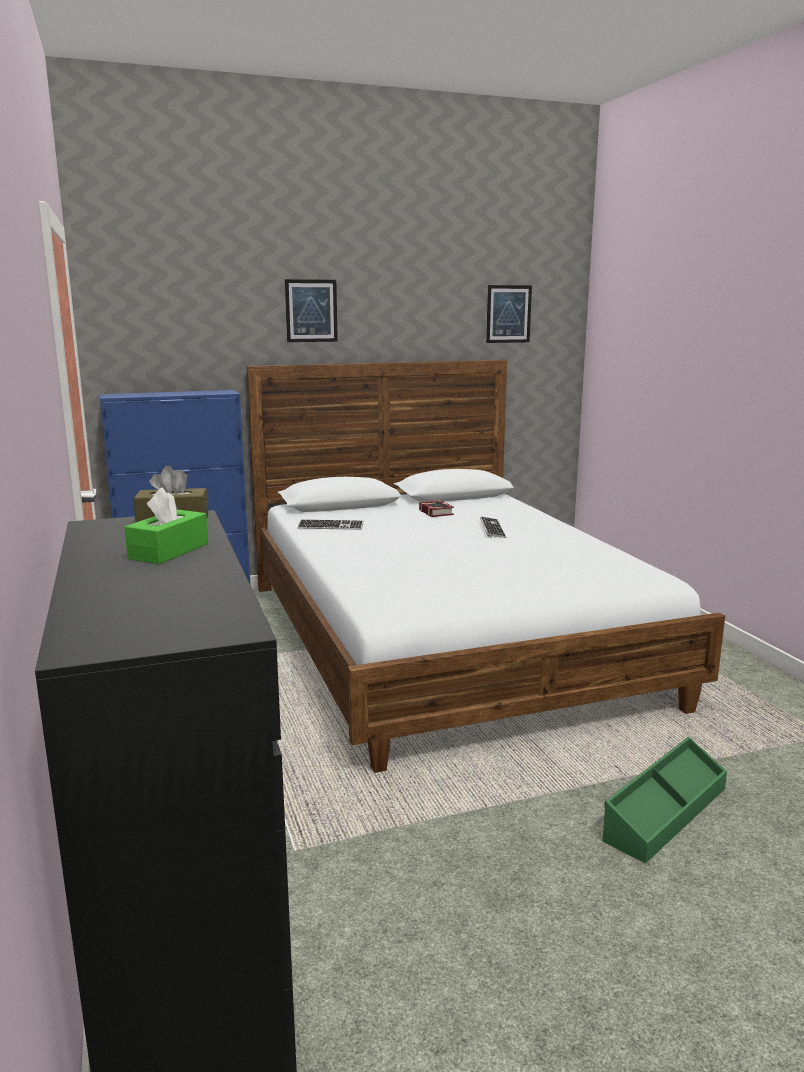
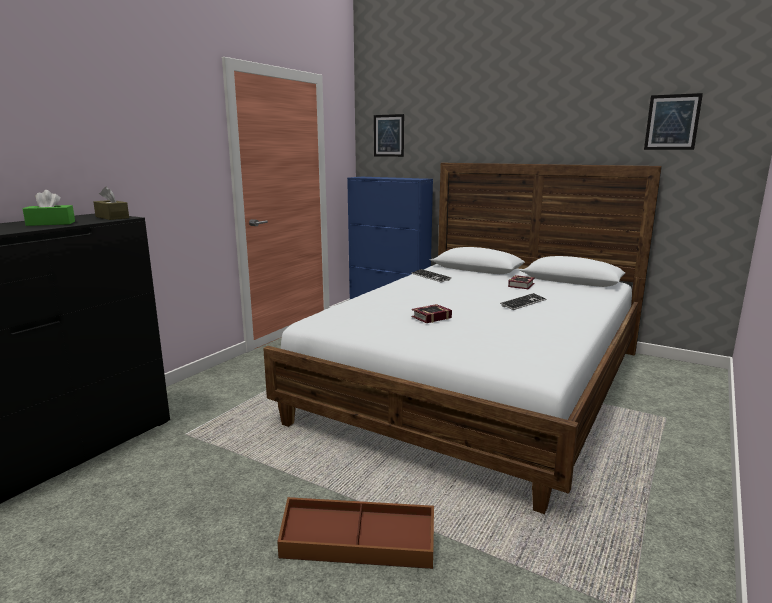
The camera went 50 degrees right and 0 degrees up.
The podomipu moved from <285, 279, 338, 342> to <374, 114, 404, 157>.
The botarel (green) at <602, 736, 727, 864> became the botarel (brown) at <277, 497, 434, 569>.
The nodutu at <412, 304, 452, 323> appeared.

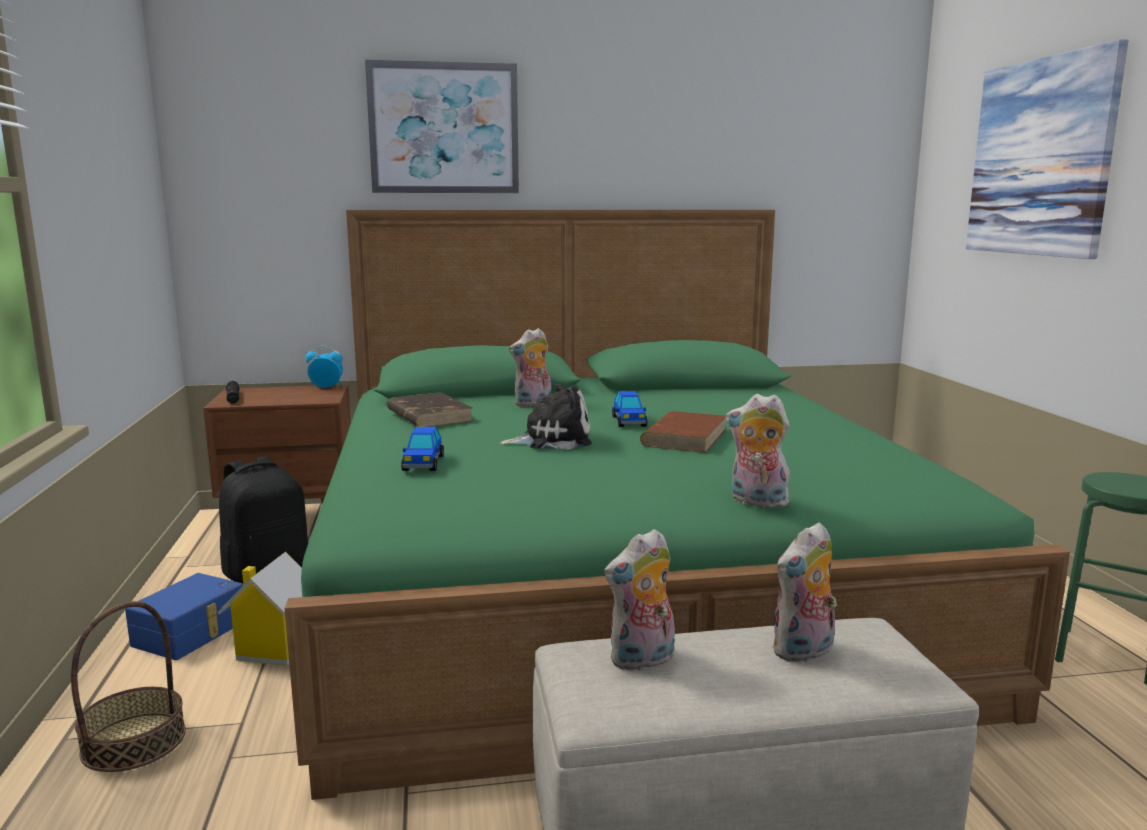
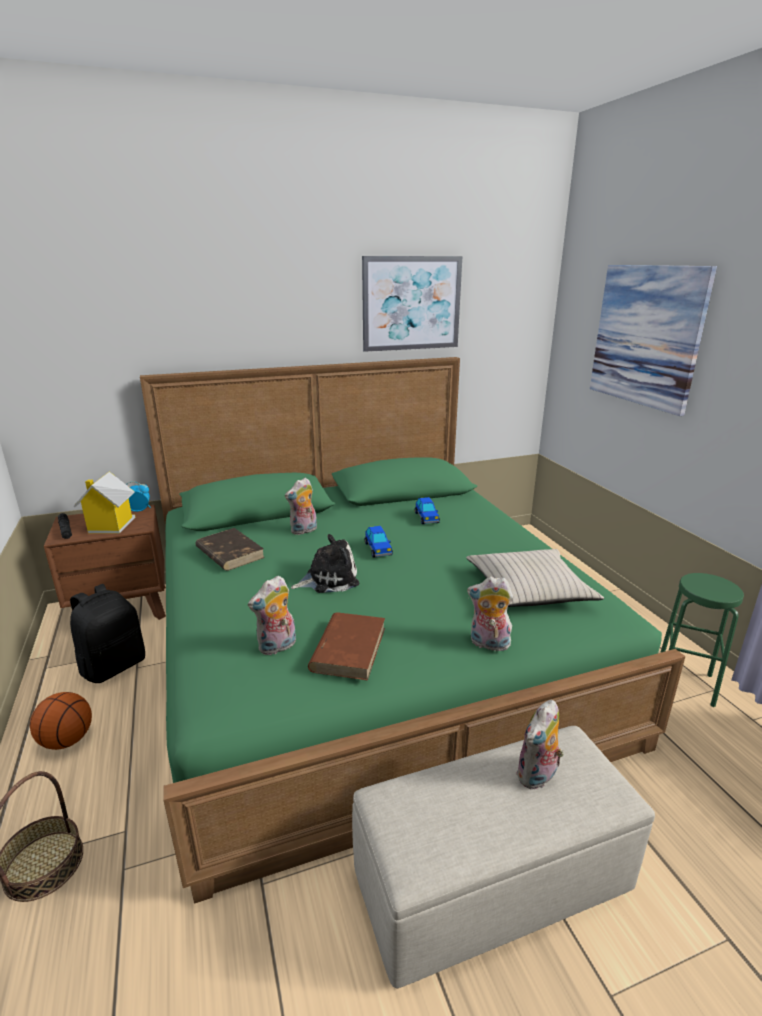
The camera went 10 degrees left and 10 degrees up.
The botarel (blue) at <125, 573, 243, 660> was replaced by the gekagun at <30, 692, 92, 750>.
The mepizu moved from <217, 552, 302, 666> to <73, 472, 135, 534>.
The podomipu moved from <365, 60, 519, 193> to <362, 256, 462, 352>.
The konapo moved from <401, 427, 444, 471> to <415, 497, 440, 524>.
The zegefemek moved from <604, 529, 675, 671> to <248, 576, 296, 655>.
The nodutu (brown) moved from <640, 411, 726, 453> to <308, 612, 385, 681>.
The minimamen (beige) at <466, 549, 604, 607> appeared.

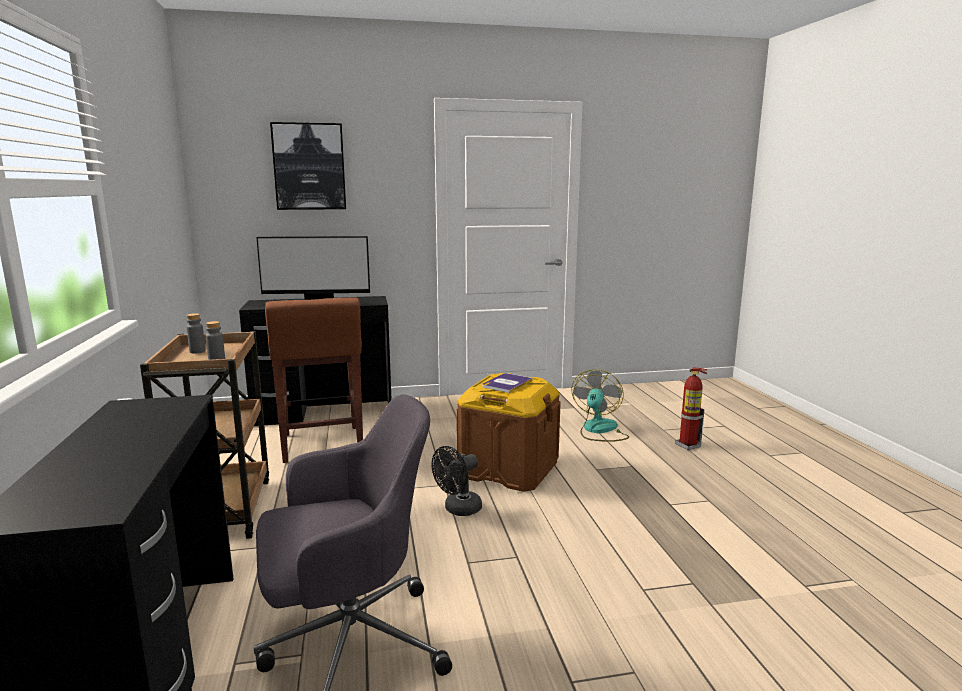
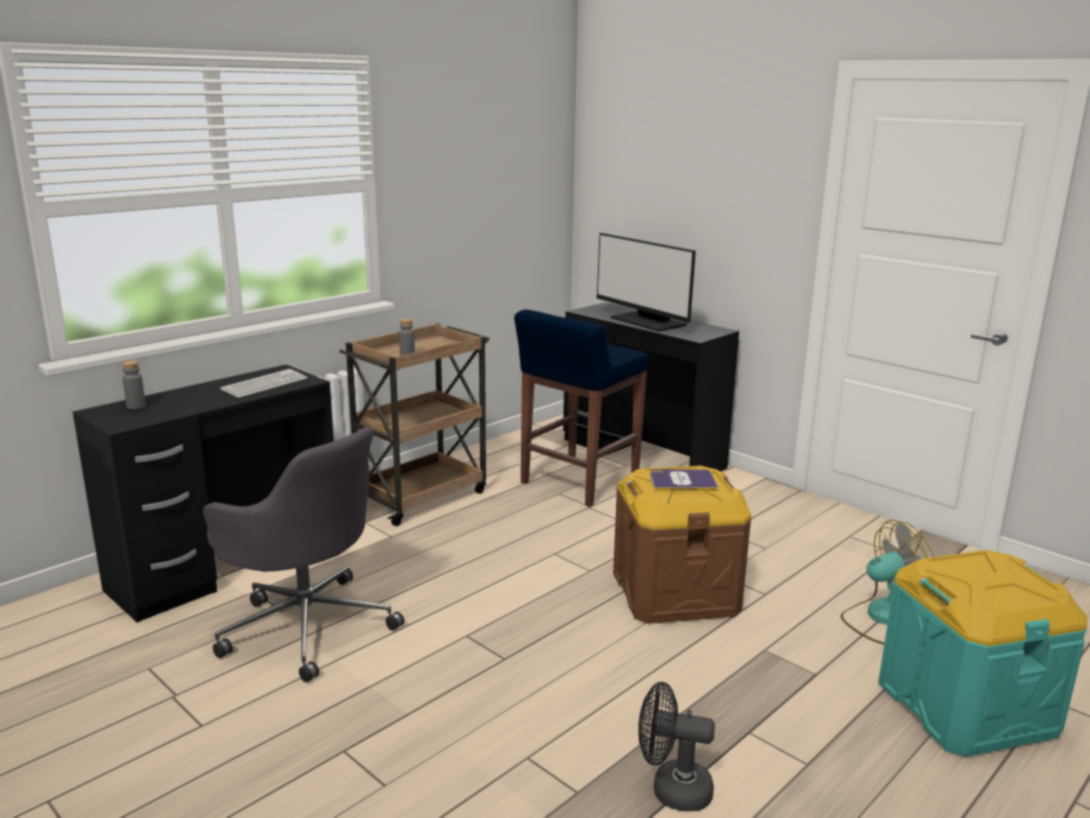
The camera went 55 degrees right and 5 degrees up.
The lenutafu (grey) moved from <186, 313, 206, 353> to <122, 361, 146, 409>.
The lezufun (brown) at <265, 297, 363, 463> became the lezufun (blue) at <514, 310, 649, 507>.
The podomipu at <270, 122, 346, 210> disappeared.
The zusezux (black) moved from <431, 446, 482, 516> to <638, 682, 715, 812>.
The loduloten at <675, 368, 707, 450> was replaced by the botarel (turquoise) at <878, 550, 1087, 757>.
The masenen at <220, 369, 308, 398> appeared.

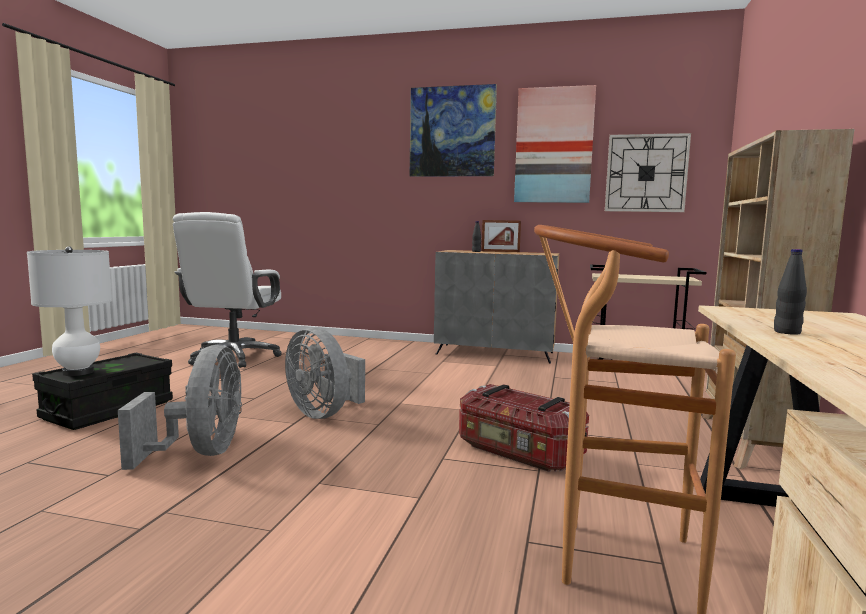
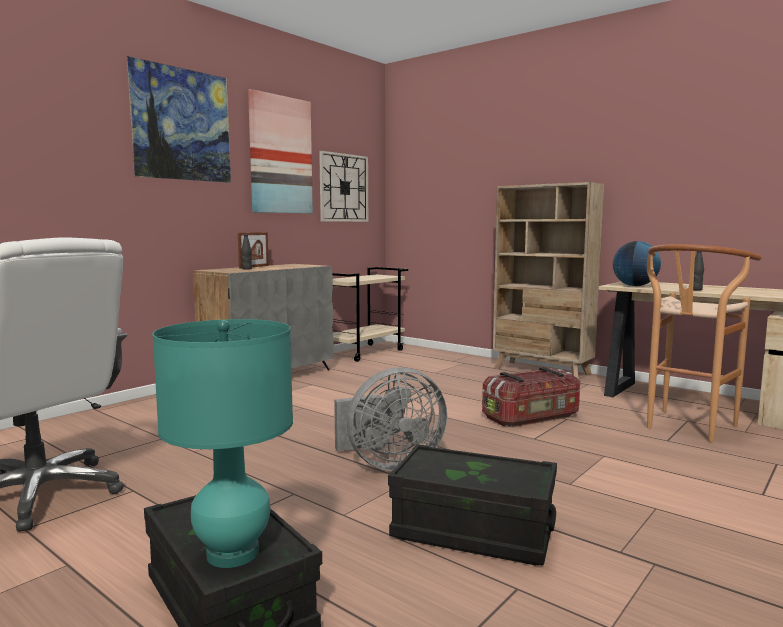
The camera went 65 degrees left and 0 degrees up.
The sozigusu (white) at <27, 246, 112, 376> became the sozigusu (turquoise) at <153, 319, 293, 568>.
The zusezux (grey) at <118, 345, 242, 470> was replaced by the botarel (black) at <388, 444, 557, 565>.
The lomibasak at <613, 241, 661, 286> appeared.

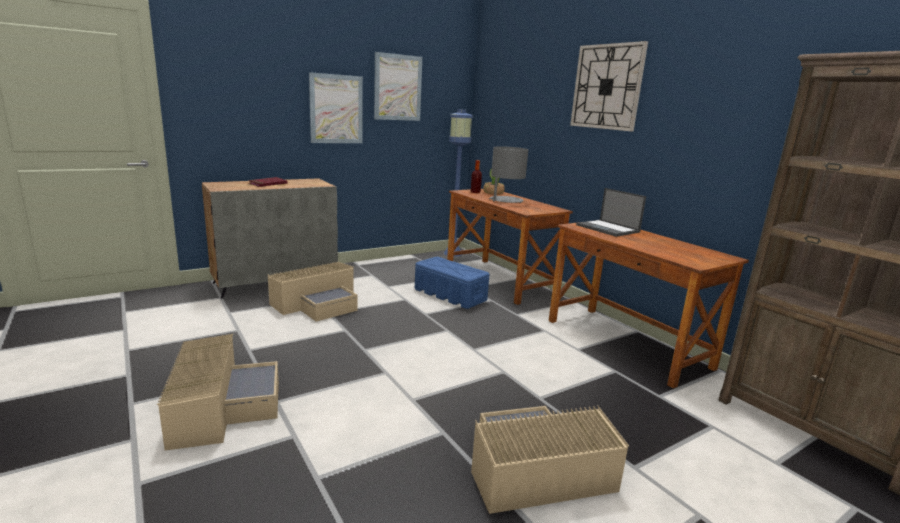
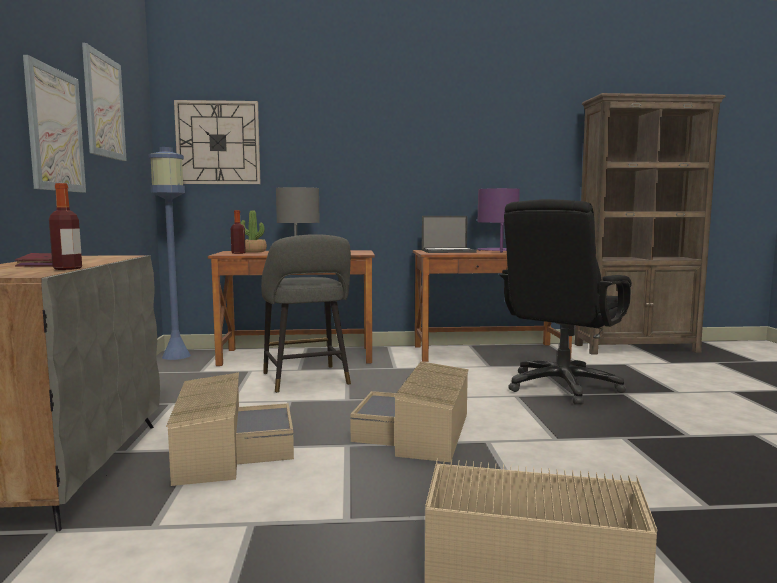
The camera went 60 degrees left and 10 degrees down.
The botarel (blue) at <415, 257, 490, 309> was replaced by the lezufun (grey) at <261, 234, 351, 393>.
The botarel (beige) moved from <471, 406, 629, 514> to <350, 361, 469, 462>.
The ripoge moved from <570, 41, 648, 132> to <174, 100, 261, 184>.
The lenutafu at <49, 183, 82, 270> appeared.
The sozigusu (purple) at <477, 188, 520, 252> appeared.
The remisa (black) at <499, 199, 632, 405> appeared.

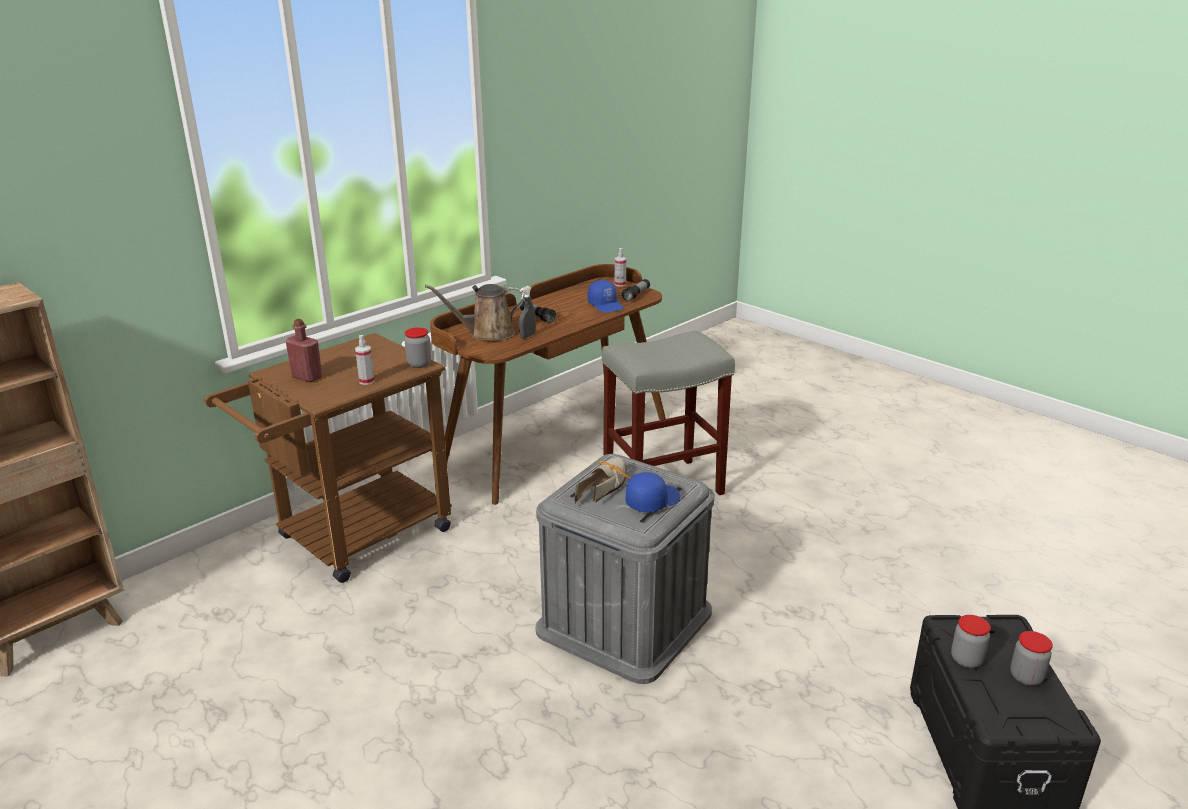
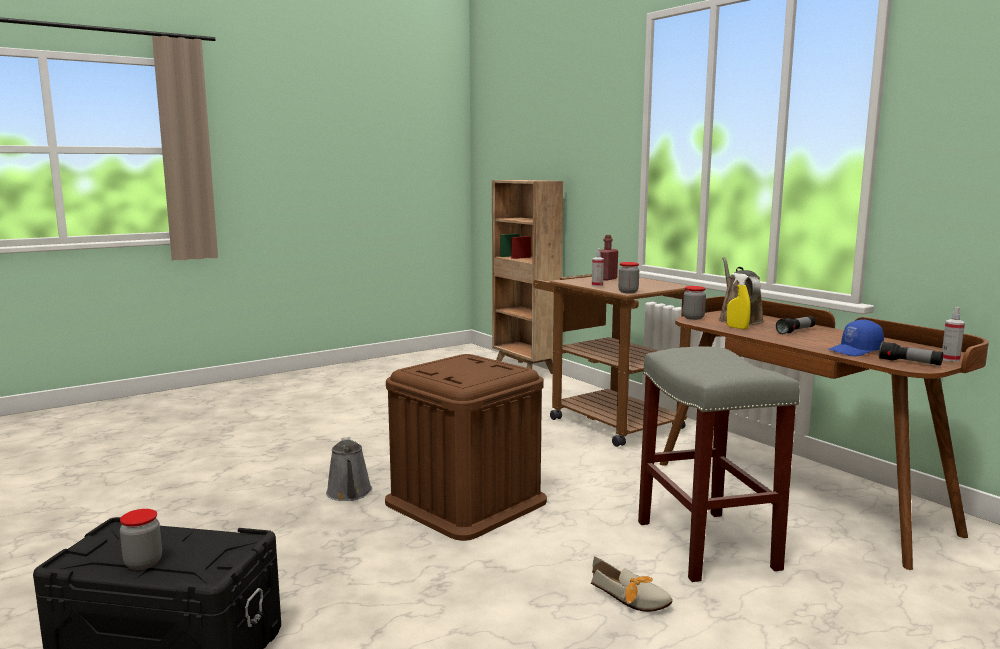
The camera went 100 degrees right and 15 degrees down.
The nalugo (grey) at <519, 286, 536, 339> became the nalugo (yellow) at <727, 273, 751, 329>.
The botarel (grey) at <535, 454, 714, 684> became the botarel (brown) at <385, 354, 547, 541>.
The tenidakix moved from <574, 457, 631, 505> to <591, 556, 673, 612>.
The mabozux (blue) at <626, 472, 680, 512> disappeared.
The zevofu moved from <951, 615, 991, 668> to <683, 286, 706, 320>.
The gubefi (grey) at <326, 437, 372, 501> appeared.

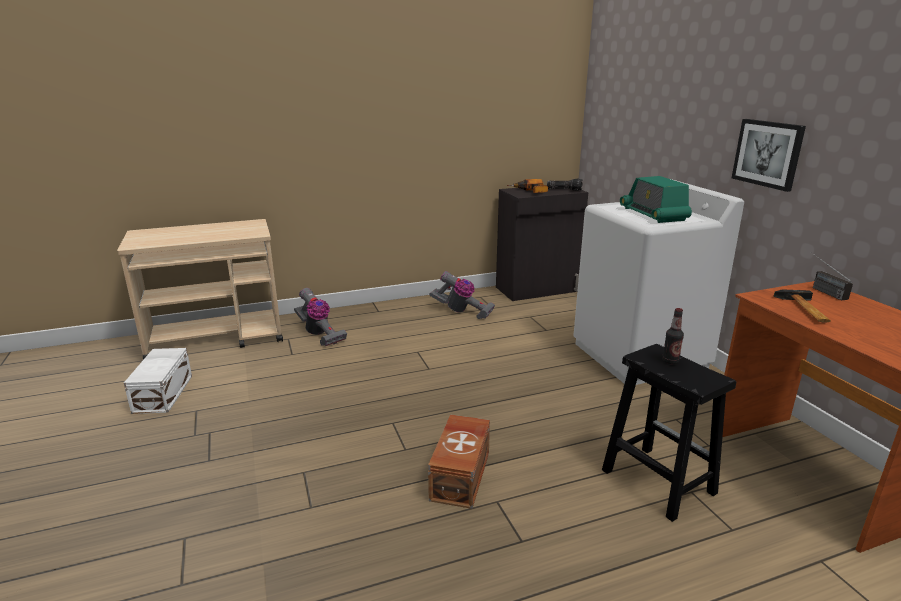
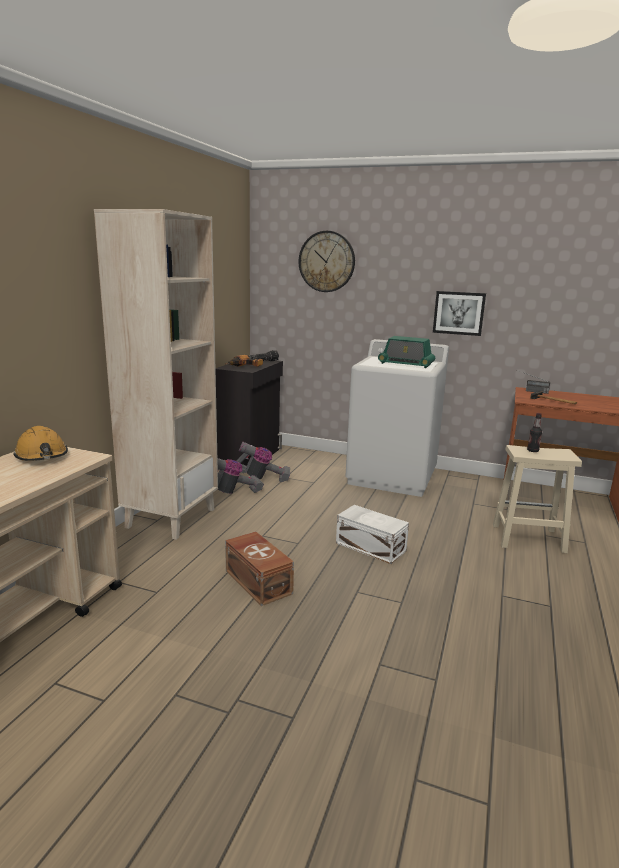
The camera went 50 degrees left and 5 degrees down.
The botarel (white) moved from <124, 348, 192, 414> to <336, 505, 409, 564>.
The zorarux moved from <294, 288, 347, 346> to <236, 442, 290, 482>.
The botarel (brown) moved from <428, 414, 490, 509> to <225, 531, 294, 606>.
The lezufun (black) at <602, 344, 736, 522> became the lezufun (beige) at <493, 445, 582, 553>.
The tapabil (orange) at <13, 426, 68, 461> appeared.
The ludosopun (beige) at <94, 209, 218, 540> appeared.
The ripoge at <299, 231, 355, 292> appeared.

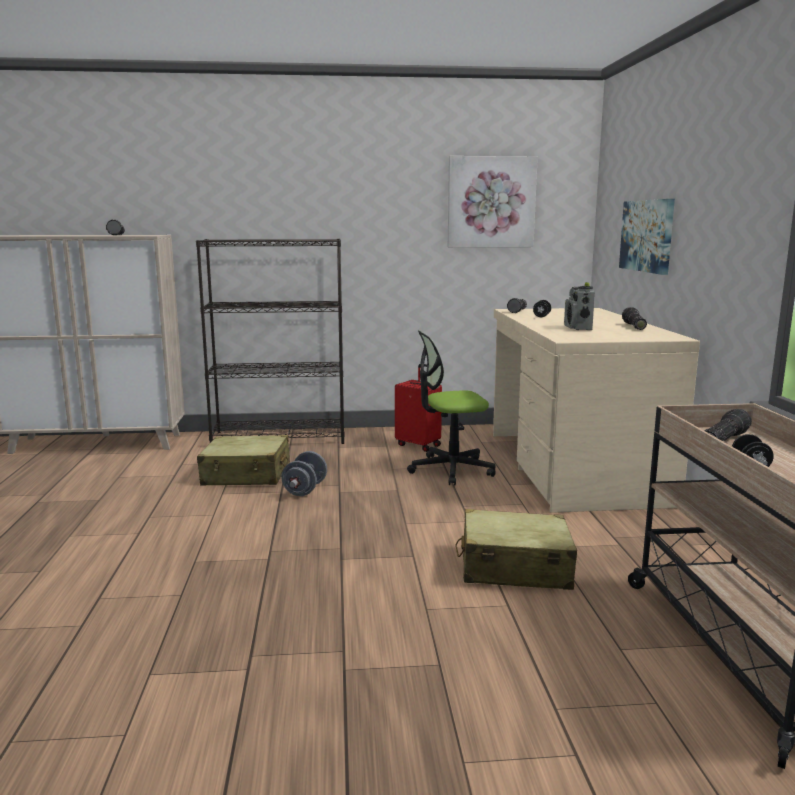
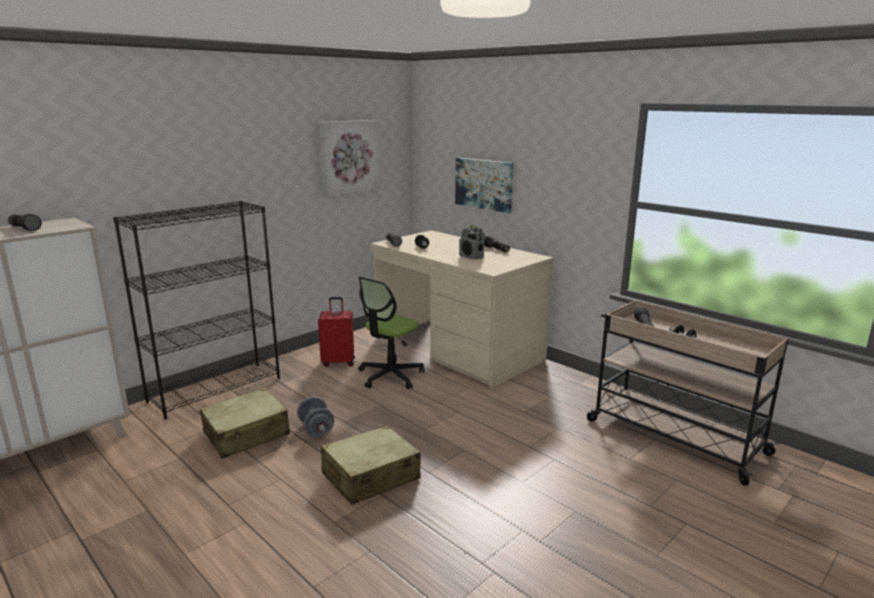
The camera went 40 degrees left and 5 degrees up.
The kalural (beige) moved from <455, 509, 577, 590> to <321, 425, 421, 505>.

